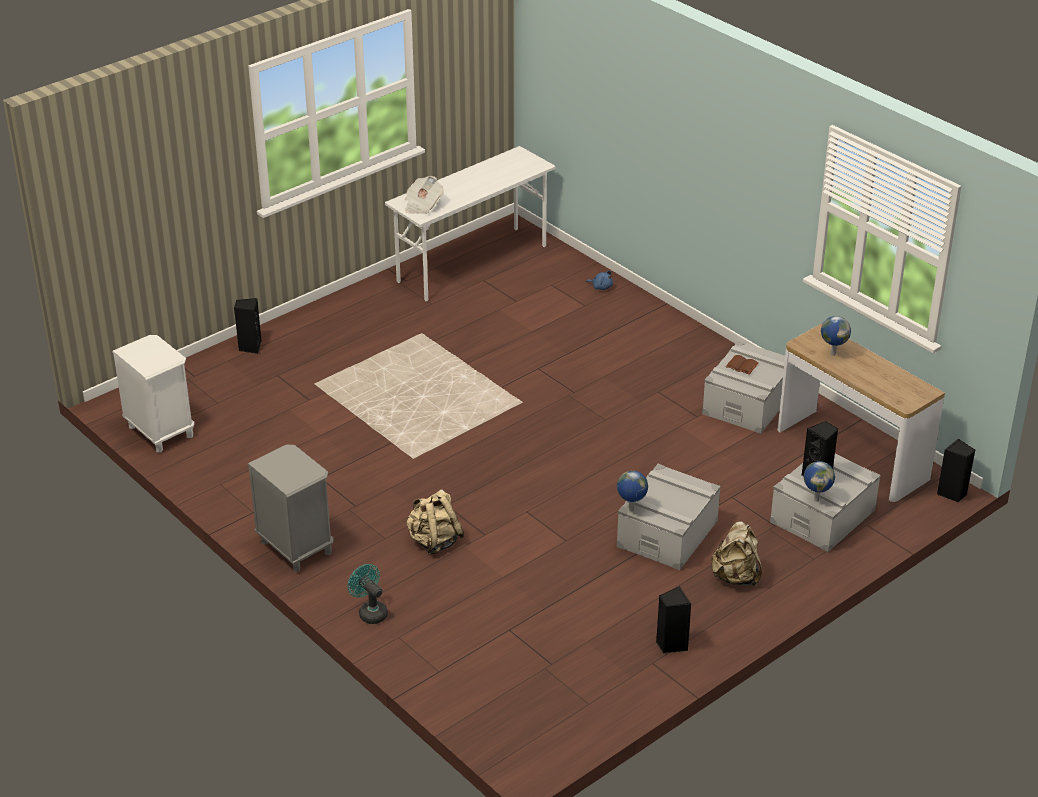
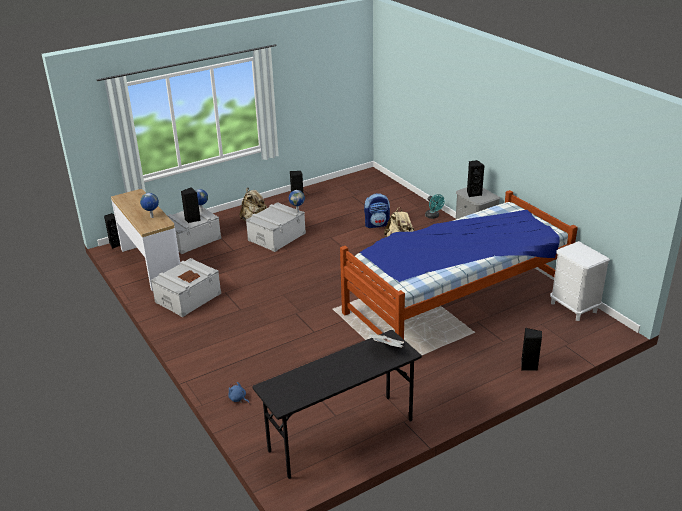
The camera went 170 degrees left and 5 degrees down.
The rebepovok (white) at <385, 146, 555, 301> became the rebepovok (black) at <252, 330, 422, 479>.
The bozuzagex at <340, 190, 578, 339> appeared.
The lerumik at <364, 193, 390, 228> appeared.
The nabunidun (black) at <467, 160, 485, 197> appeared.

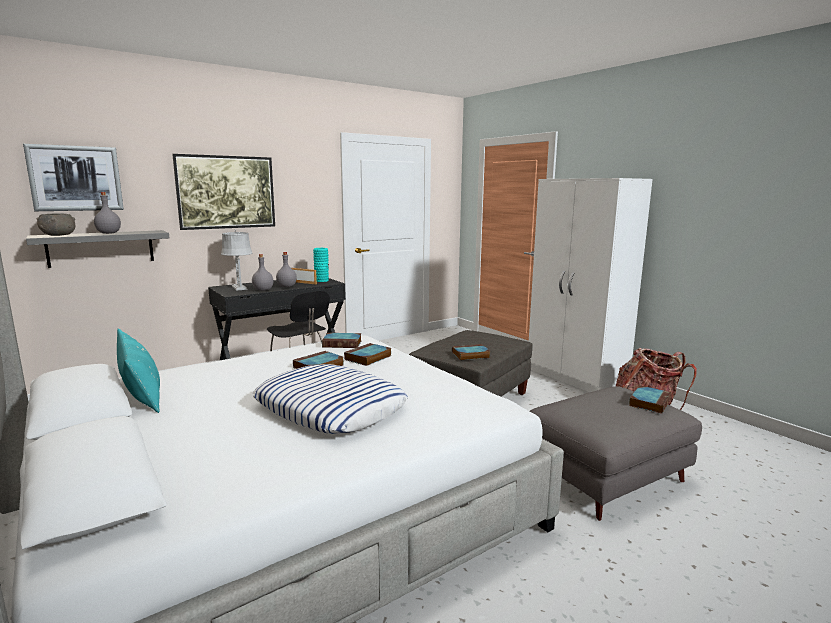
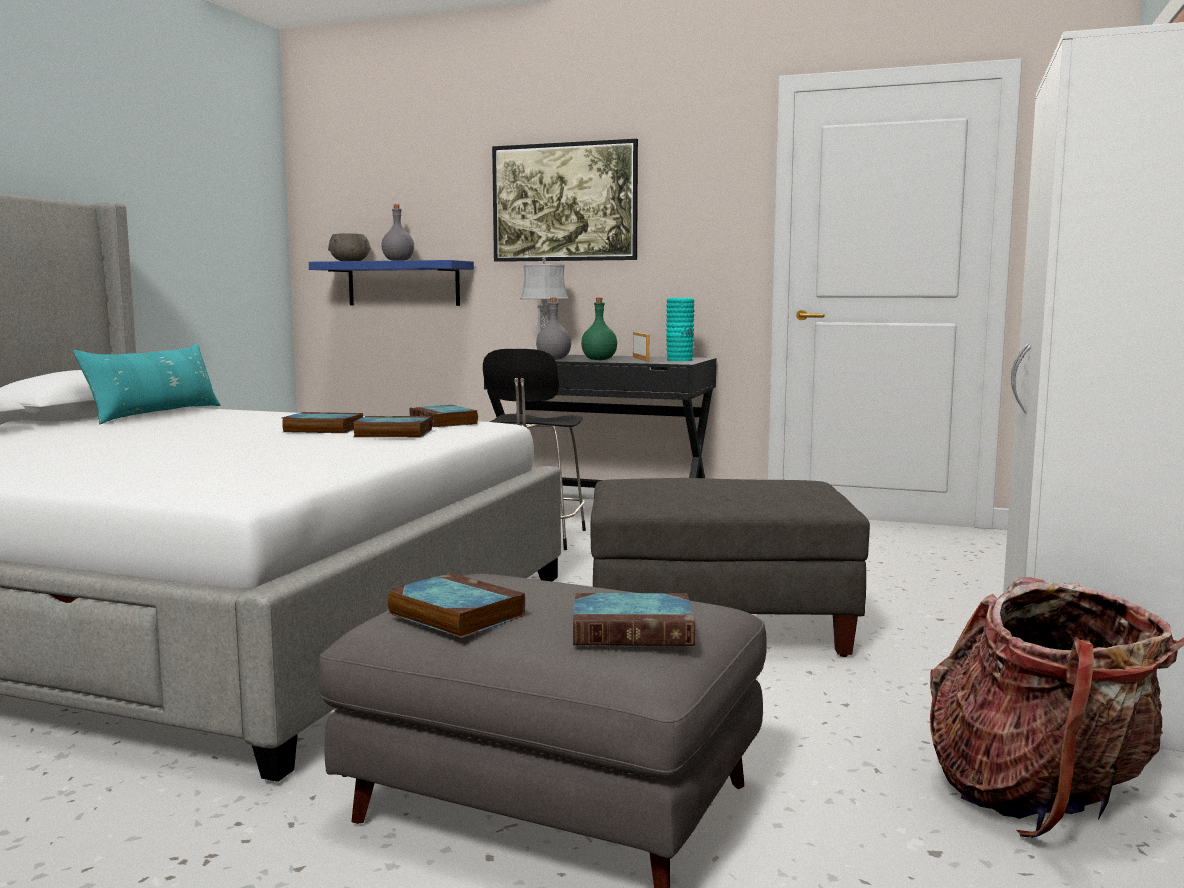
The camera went 55 degrees right and 5 degrees down.
The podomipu at <23, 144, 124, 211> disappeared.
The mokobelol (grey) at <26, 230, 169, 268> became the mokobelol (blue) at <309, 260, 474, 306>.
The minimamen at <252, 364, 408, 434> disappeared.
The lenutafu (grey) at <276, 252, 297, 287> became the lenutafu (green) at <581, 298, 617, 360>.
The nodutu moved from <452, 344, 490, 360> to <387, 573, 525, 638>.

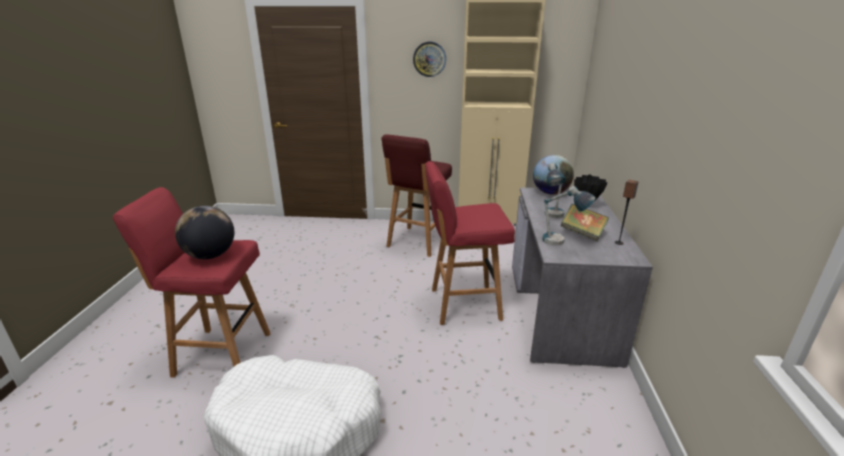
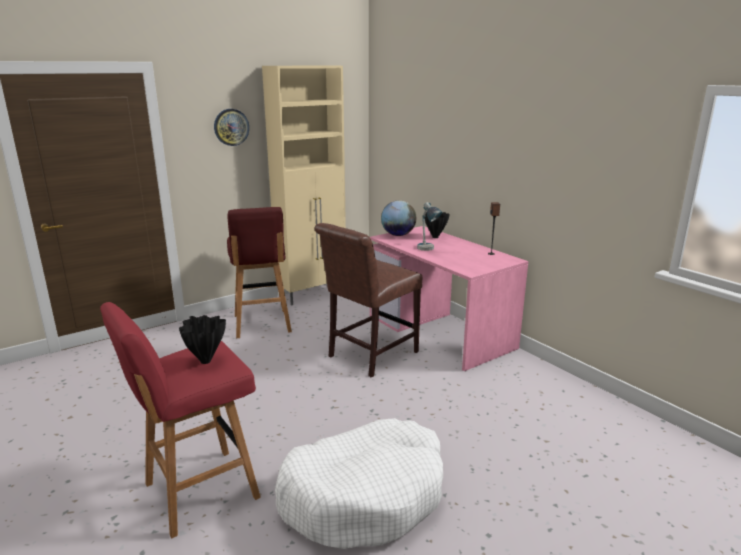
The camera went 40 degrees left and 5 degrees down.
The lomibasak at <175, 206, 234, 259> was replaced by the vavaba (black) at <179, 315, 226, 364>.
The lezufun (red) at <425, 161, 515, 325> was replaced by the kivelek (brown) at <315, 223, 422, 378>.
The rebepovok (grey) at <512, 187, 653, 368> became the rebepovok (pink) at <370, 226, 528, 371>.
The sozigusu at <542, 186, 596, 246> disappeared.
The nodutu at <561, 204, 609, 241> disappeared.

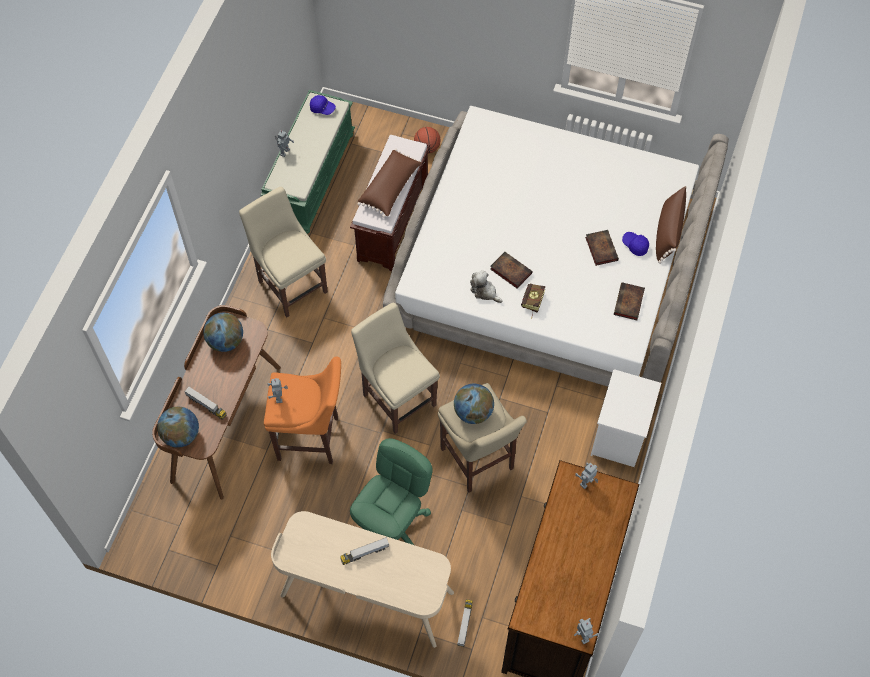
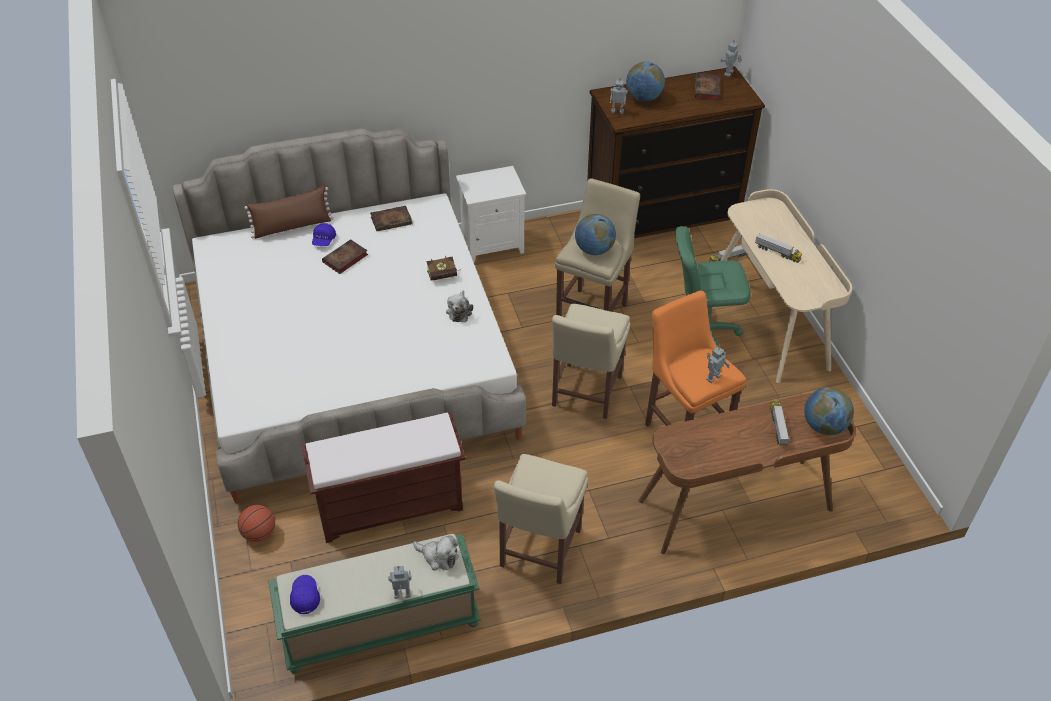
The camera went 125 degrees left and 15 degrees down.
The lomibasak moved from <203, 313, 243, 352> to <626, 62, 665, 102>.
The minimamen (brown) at <358, 149, 422, 218> disappeared.
The nodutu moved from <490, 252, 532, 288> to <695, 73, 720, 100>.
The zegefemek at <413, 535, 458, 571> appeared.

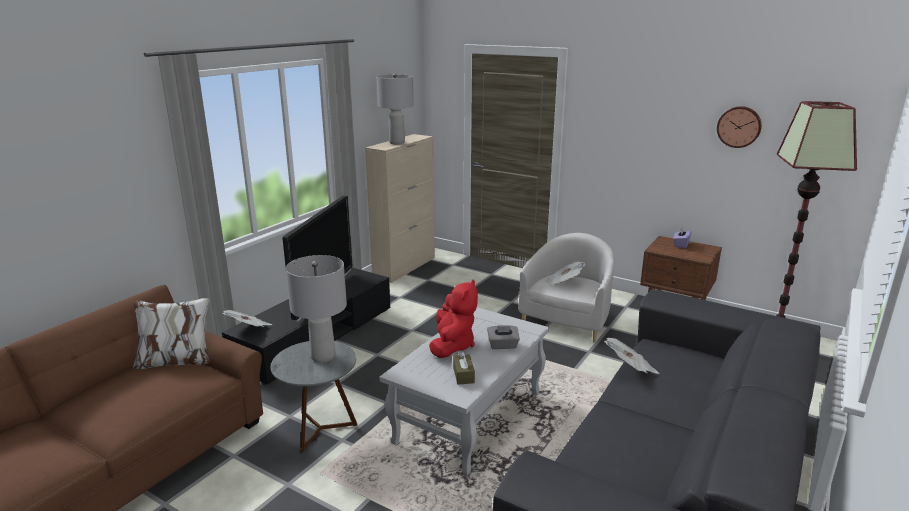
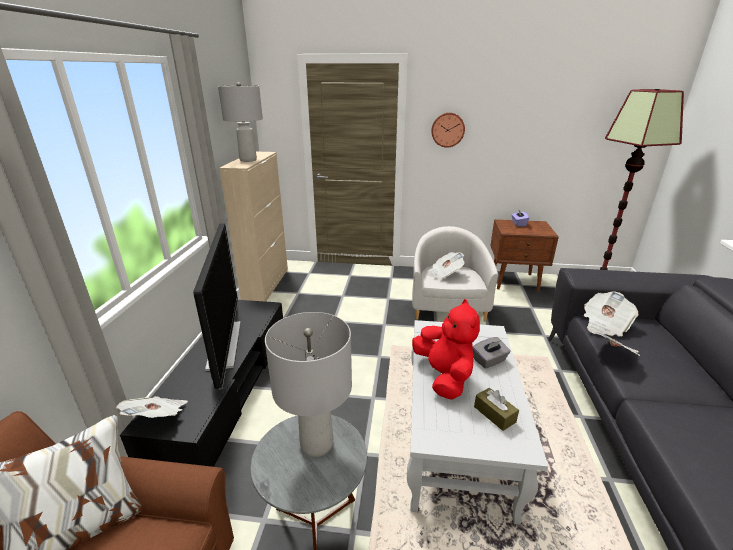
The camera went 25 degrees left and 5 degrees up.
The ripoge moved from <717, 106, 762, 148> to <431, 113, 465, 148>.
The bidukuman at <584, 291, 638, 337> appeared.

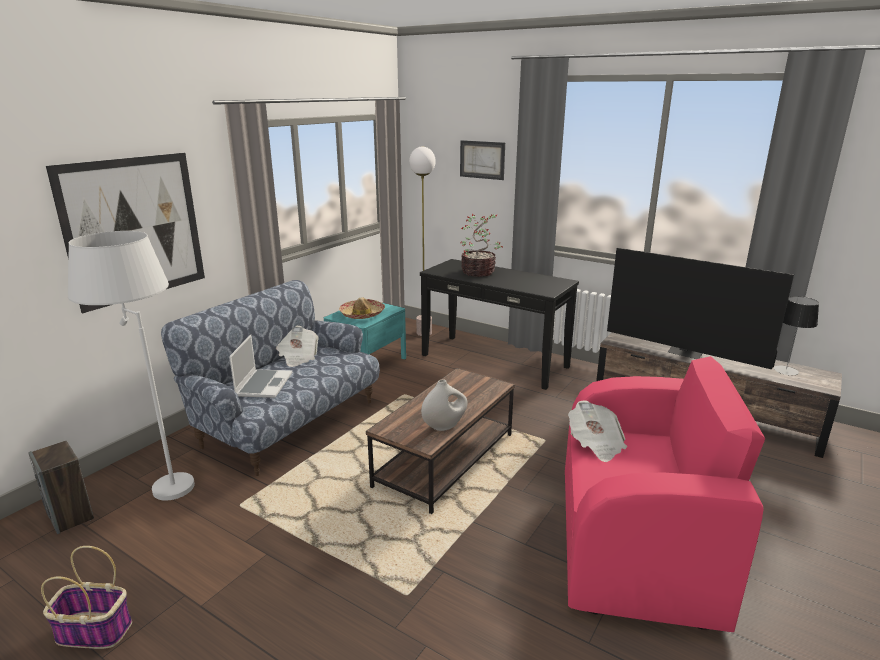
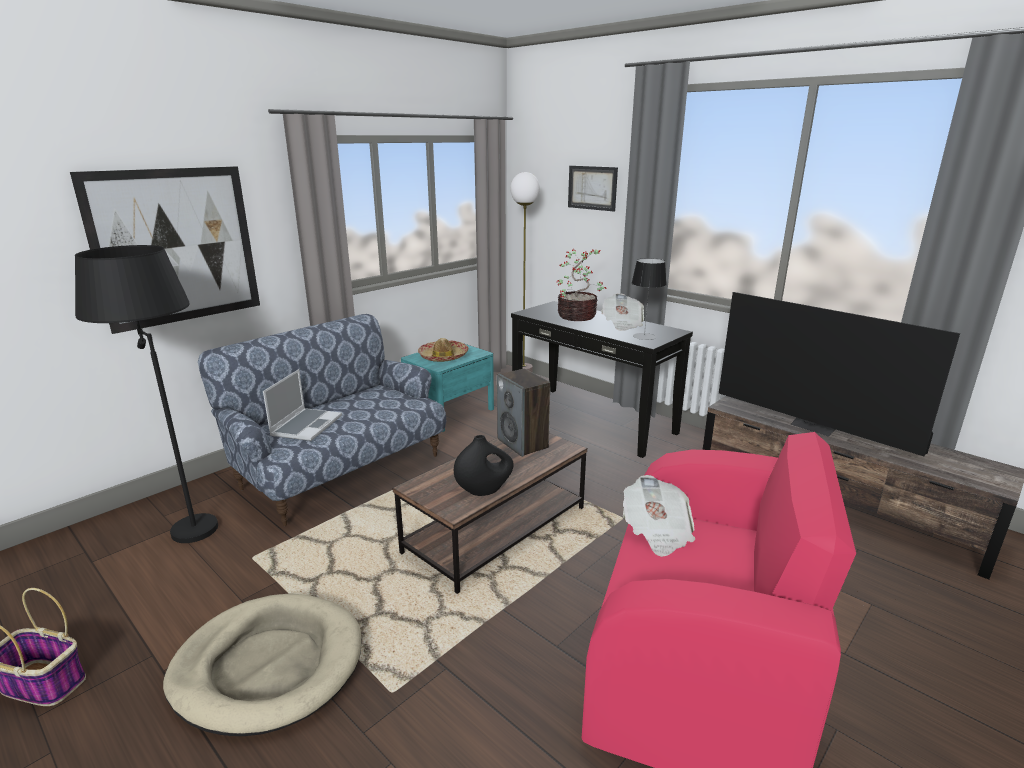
The camera went 10 degrees right and 0 degrees up.
The nabunidun moved from <28, 441, 94, 534> to <497, 368, 550, 457>.
The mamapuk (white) at <68, 231, 195, 501> became the mamapuk (black) at <75, 245, 218, 543>.
The bidukuman moved from <276, 326, 318, 367> to <601, 293, 644, 331>.
The vavaba (white) at <421, 380, 468, 431> became the vavaba (black) at <454, 435, 514, 496>.
The sozigusu moved from <774, 296, 819, 375> to <632, 258, 667, 340>.
The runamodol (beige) at <163, 593, 361, 736> appeared.

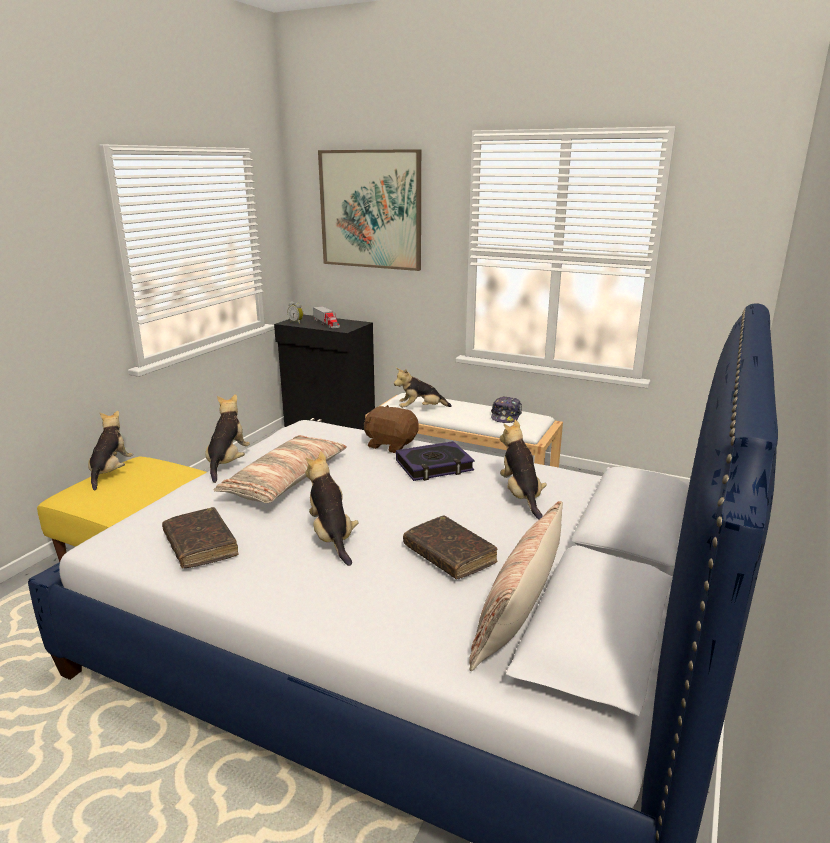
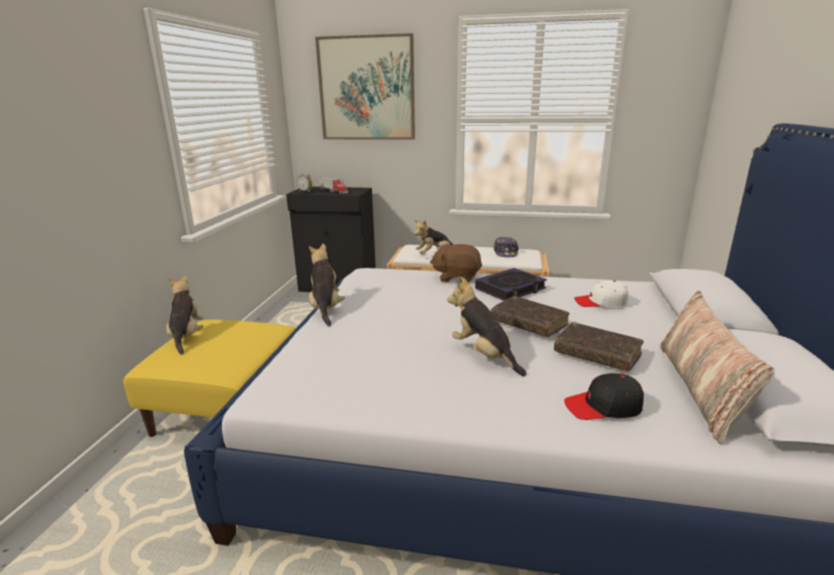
The camera went 15 degrees left and 0 degrees up.
The nodutu (brown) moved from <162, 507, 239, 568> to <490, 296, 570, 337>.
The minimamen at <214, 435, 347, 503> disappeared.
The zegefemek at <500, 419, 547, 520> was replaced by the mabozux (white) at <575, 280, 629, 307>.
The mabozux (black) at <564, 373, 644, 420> appeared.

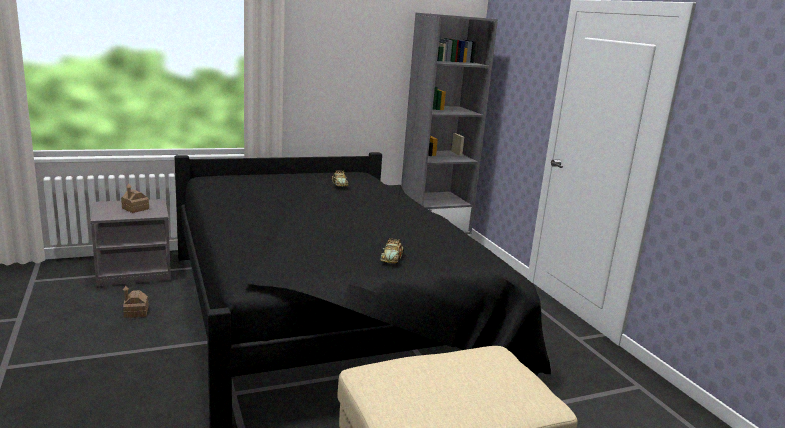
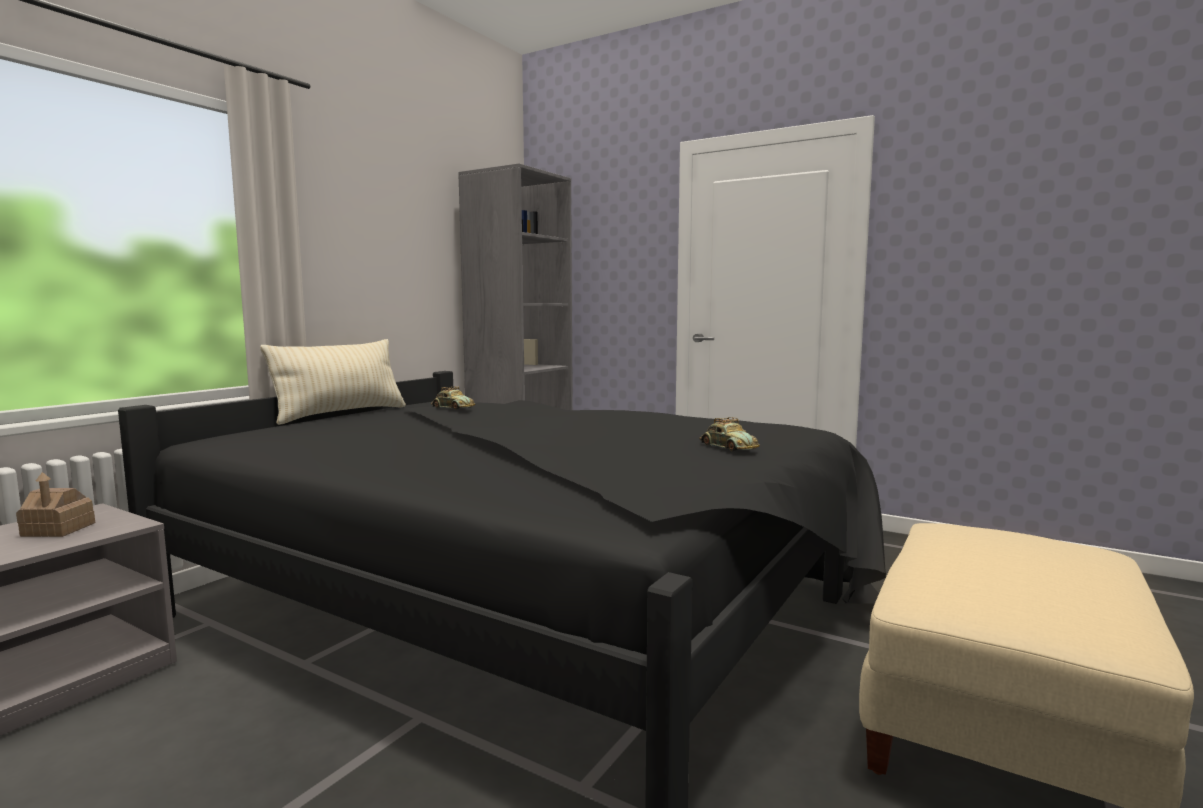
The camera went 35 degrees left and 10 degrees down.
The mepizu at <123, 286, 149, 318> disappeared.
The minimamen (beige) at <260, 339, 406, 425> appeared.

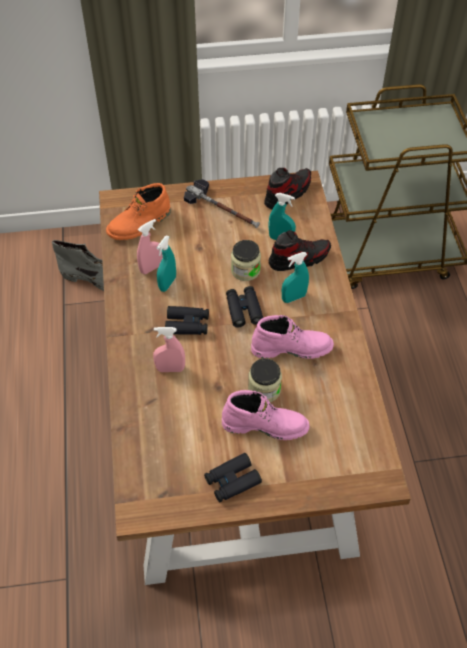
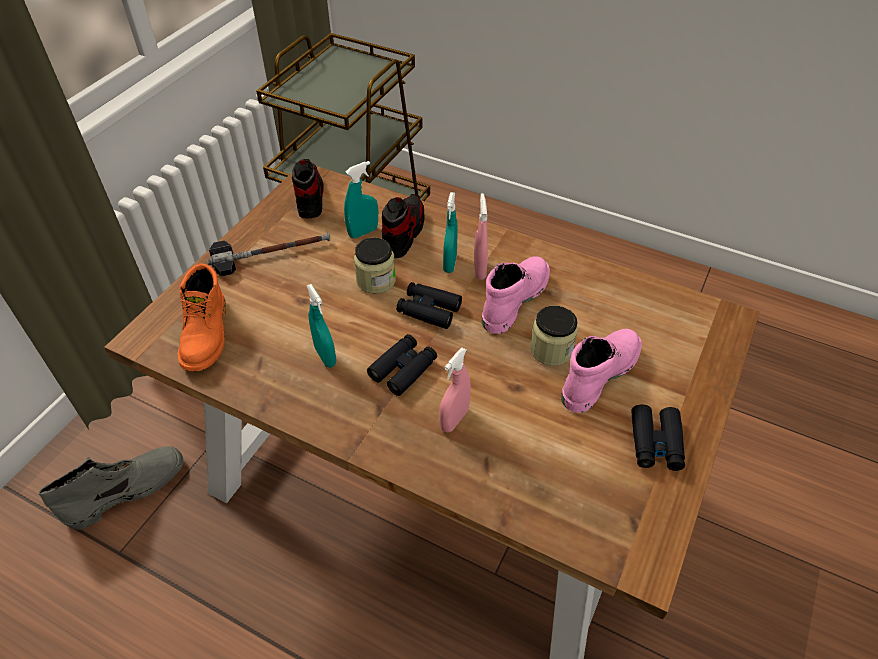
The camera went 55 degrees left and 5 degrees down.
The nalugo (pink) moved from <137, 219, 163, 274> to <474, 193, 488, 280>.

